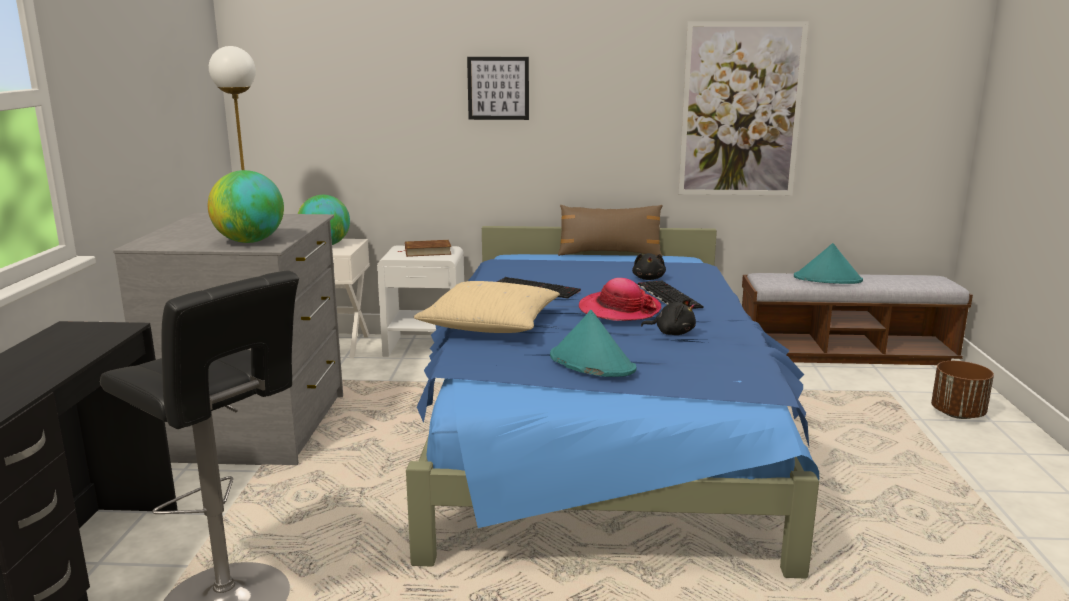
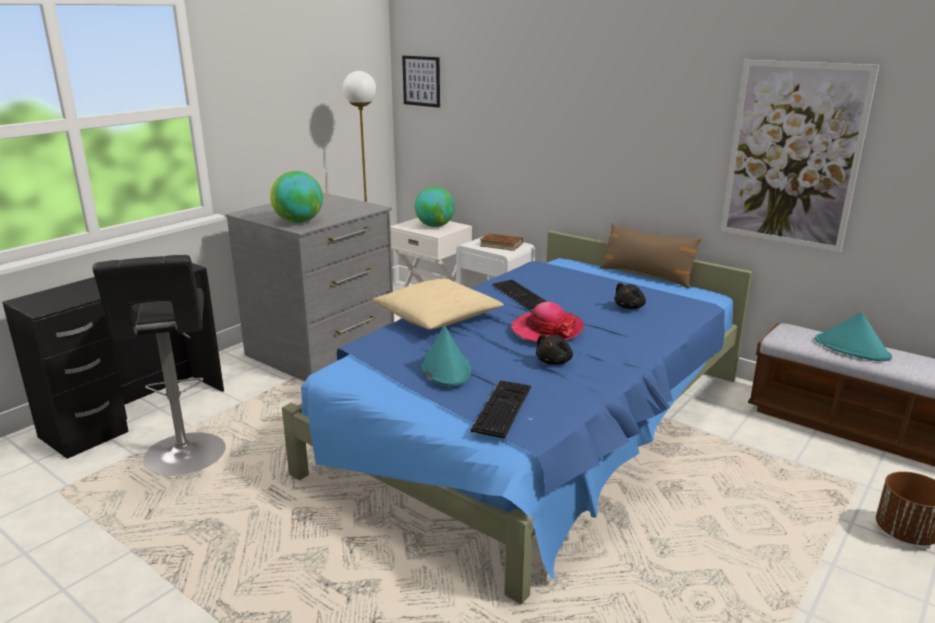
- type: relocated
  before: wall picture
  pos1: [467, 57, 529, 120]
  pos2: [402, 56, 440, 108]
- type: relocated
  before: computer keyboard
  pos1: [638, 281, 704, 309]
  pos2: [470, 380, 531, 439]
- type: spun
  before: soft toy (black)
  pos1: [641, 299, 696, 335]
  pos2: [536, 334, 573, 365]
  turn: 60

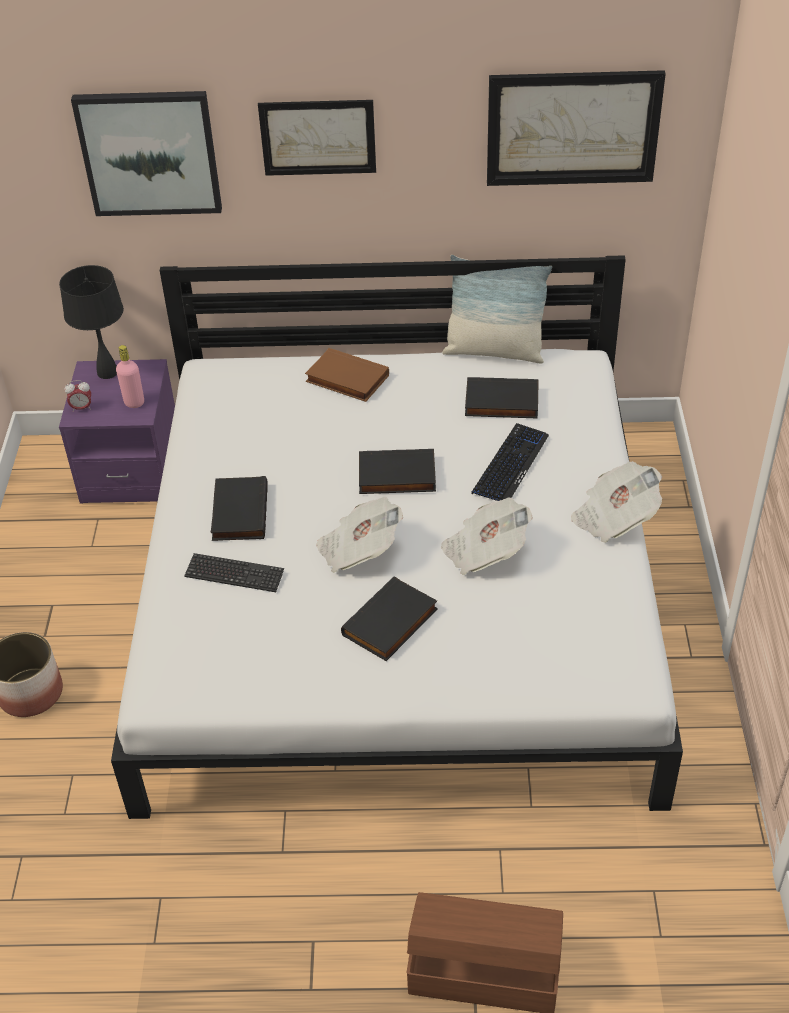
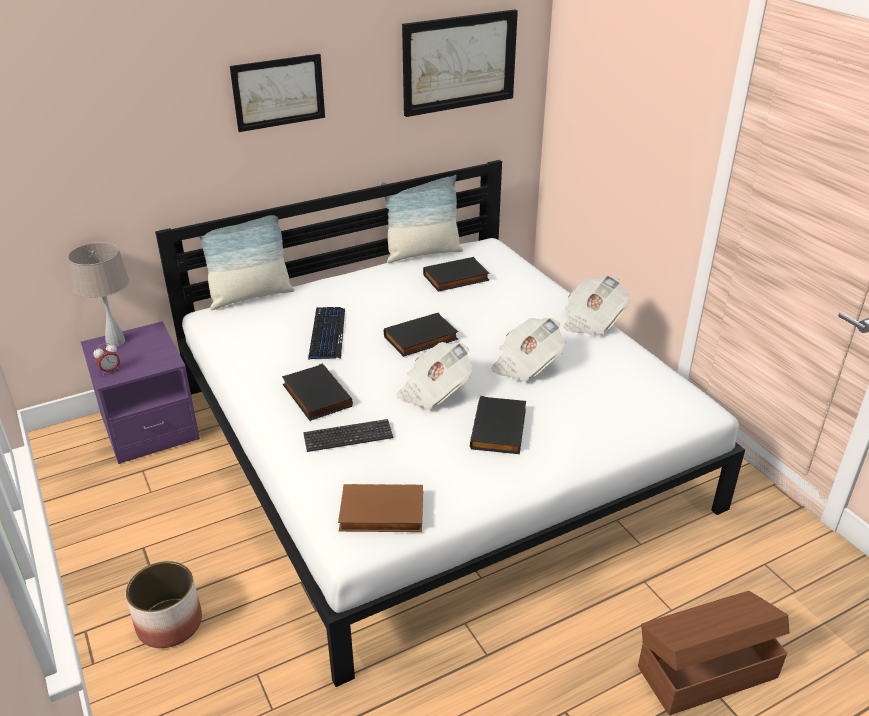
- type: colour
  before: tabletop lamp (black)
  after: tabletop lamp (beige)
  pos1: [59, 265, 124, 379]
  pos2: [68, 242, 129, 347]
- type: appeared
  after: throw pillow
  pos2: [194, 215, 295, 310]
- type: relocated
  before: computer keyboard
  pos1: [471, 423, 549, 501]
  pos2: [308, 307, 345, 360]
- type: relocated
  before: volume (brownish)
  pos1: [305, 348, 389, 402]
  pos2: [338, 484, 423, 532]
- type: missing
  before: wall picture
  pos1: [71, 91, 222, 216]
- type: missing
  before: drink bottle (pink)
  pos1: [116, 345, 144, 408]

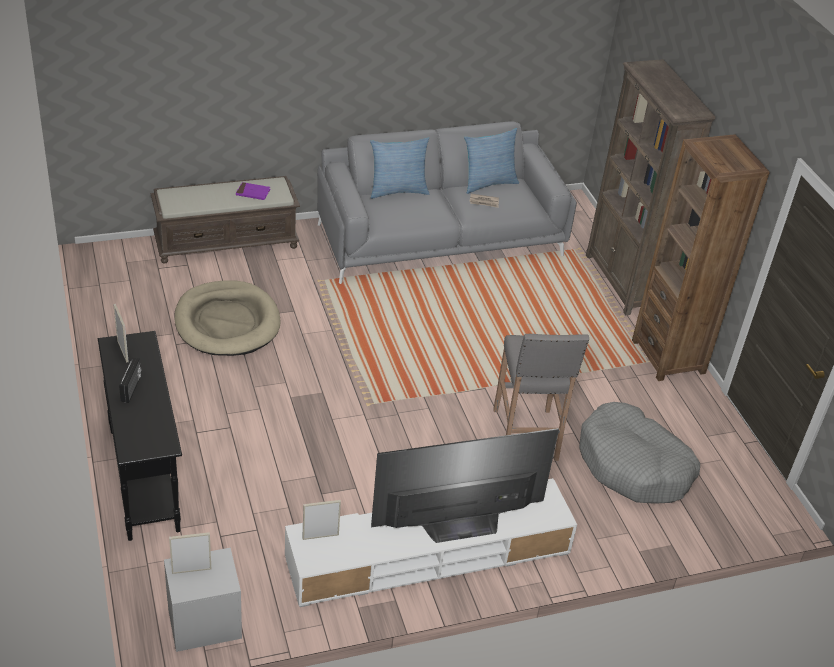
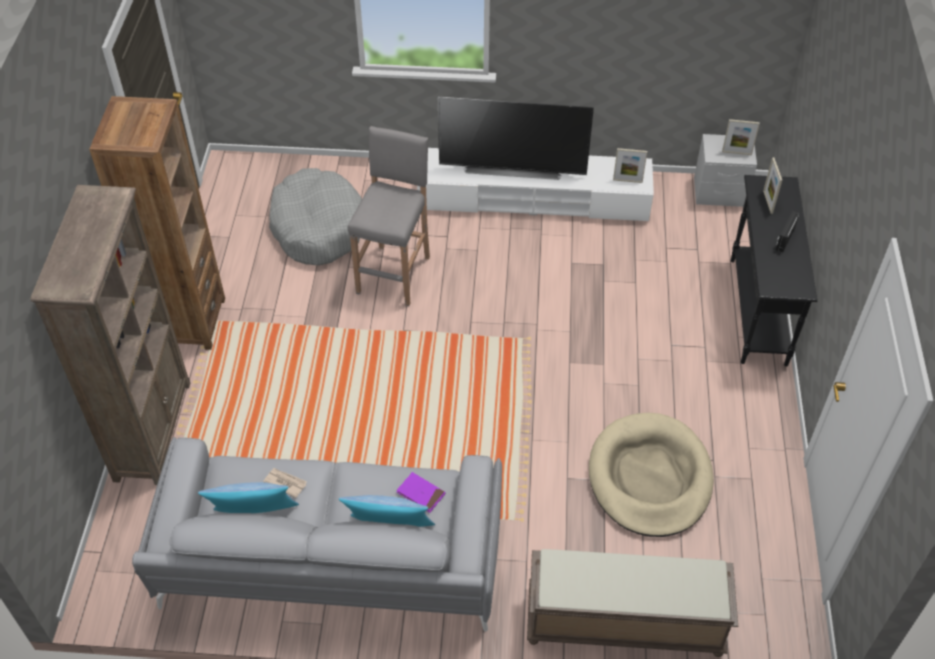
- type: relocated
  before: volume (purple-coloured)
  pos1: [236, 182, 270, 200]
  pos2: [397, 472, 446, 513]
- type: relocated
  before: standing frame
  pos1: [113, 304, 129, 363]
  pos2: [763, 157, 782, 214]

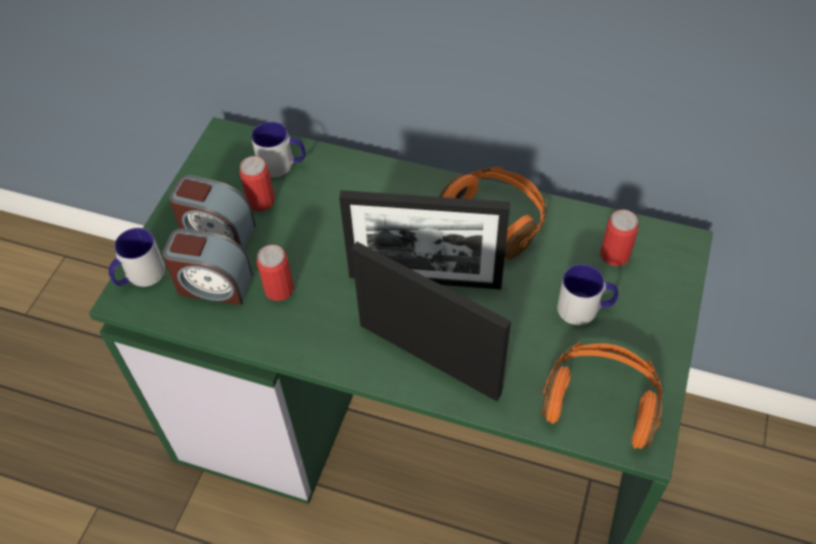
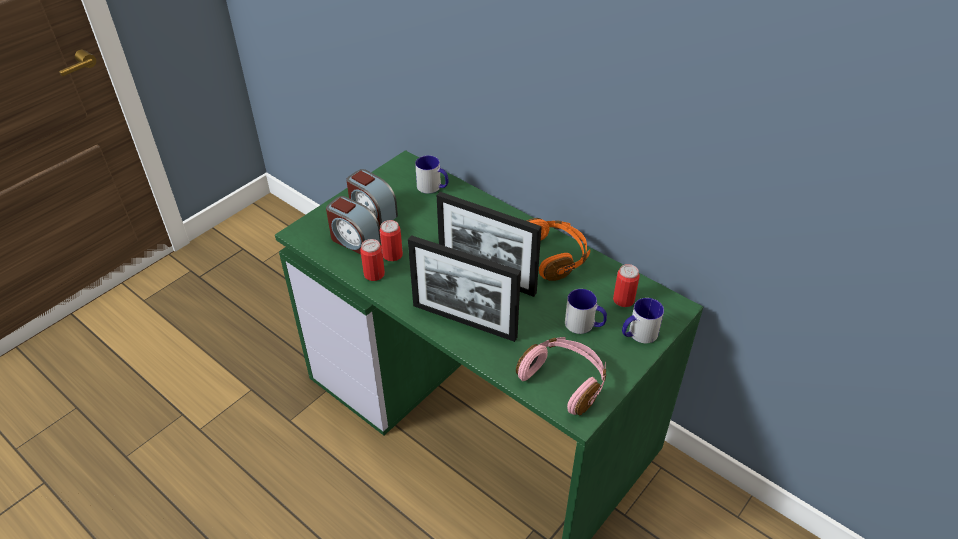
- type: relocated
  before: sealed can
  pos1: [239, 156, 275, 211]
  pos2: [360, 239, 385, 281]
- type: spun
  before: standing frame
  pos1: [351, 242, 511, 401]
  pos2: [408, 235, 521, 342]
  turn: 150
- type: colour
  before: headphones (orange)
  after: headphones (pink)
  pos1: [541, 341, 662, 449]
  pos2: [516, 337, 606, 415]
- type: relocated
  before: coffee mug
  pos1: [109, 228, 166, 287]
  pos2: [622, 298, 664, 343]

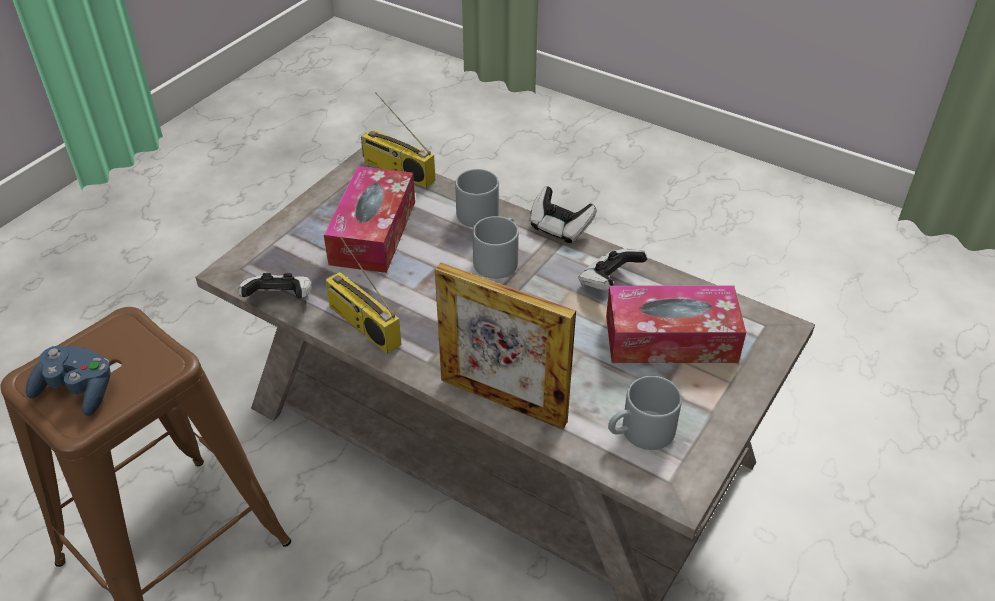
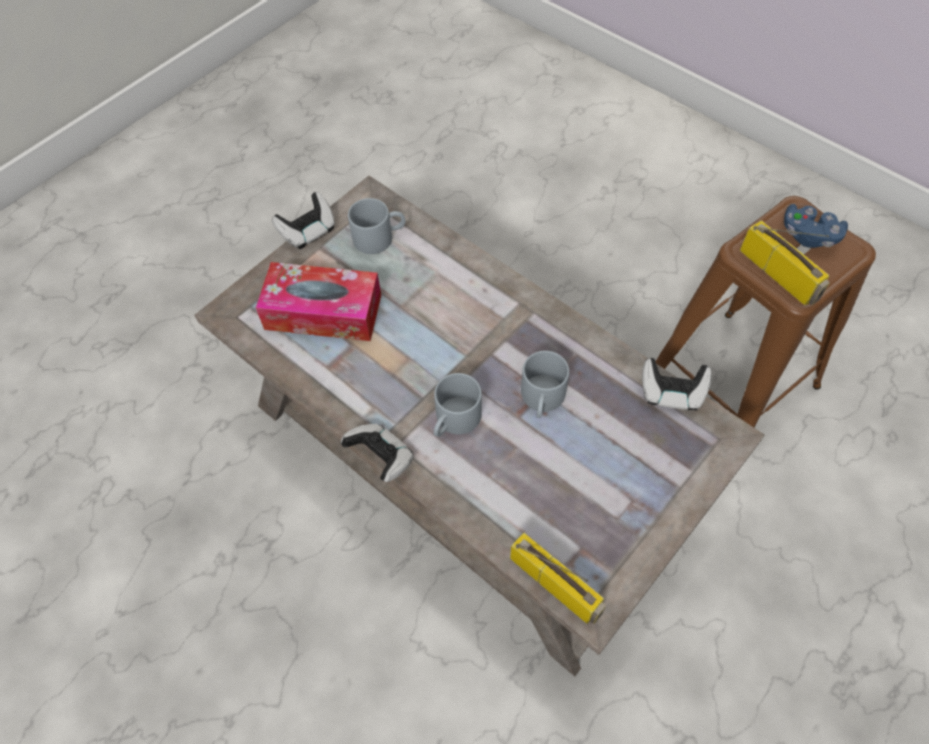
- type: relocated
  before: gamepad
  pos1: [579, 248, 647, 290]
  pos2: [272, 192, 335, 249]
- type: relocated
  before: coffee mug (greyish)
  pos1: [455, 169, 499, 227]
  pos2: [521, 351, 569, 418]
- type: relocated
  before: radio receiver
  pos1: [325, 236, 402, 354]
  pos2: [740, 220, 829, 306]
- type: missing
  before: tissue holder
  pos1: [324, 166, 415, 273]
- type: missing
  before: standing frame
  pos1: [435, 263, 576, 429]

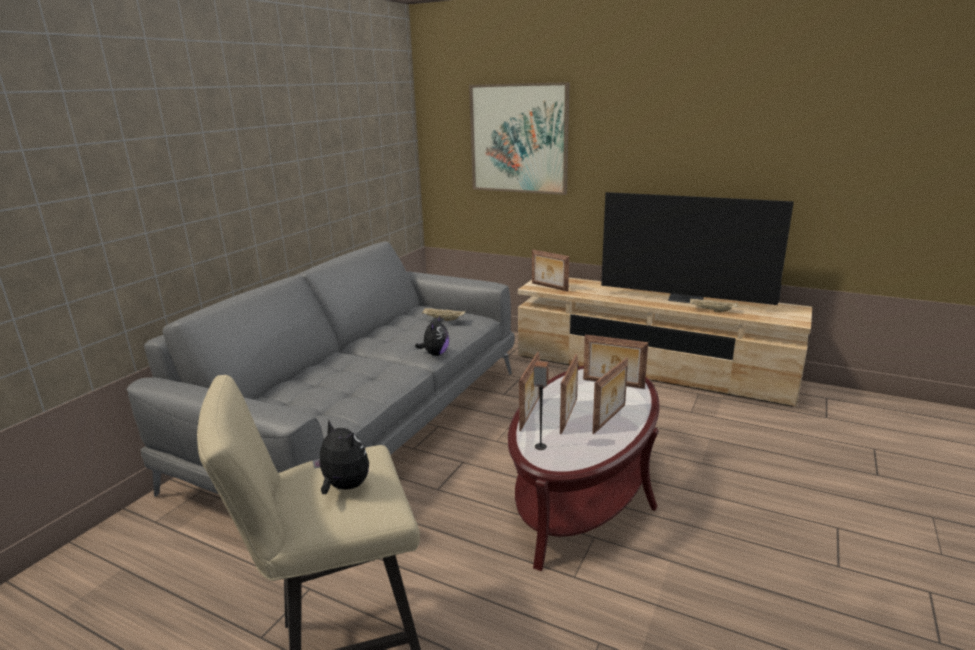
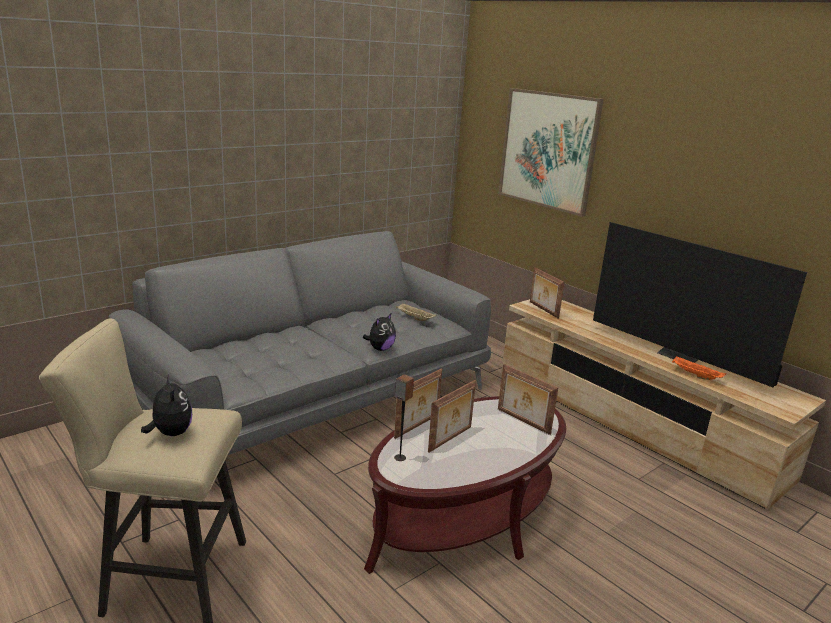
- type: colour
  before: serving tray (beige)
  after: serving tray (orange)
  pos1: [690, 299, 738, 312]
  pos2: [672, 356, 726, 380]
- type: missing
  before: standing frame
  pos1: [592, 357, 628, 434]

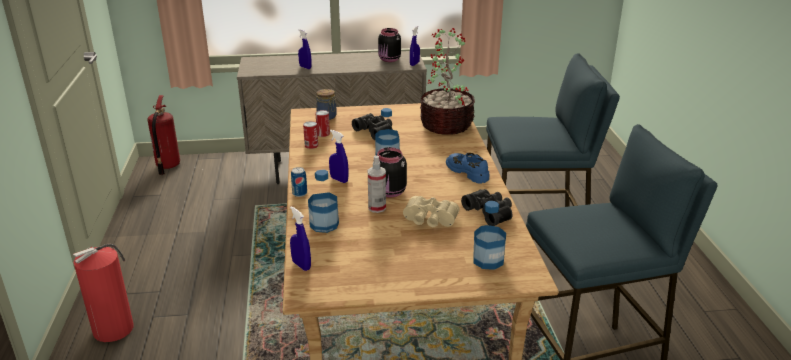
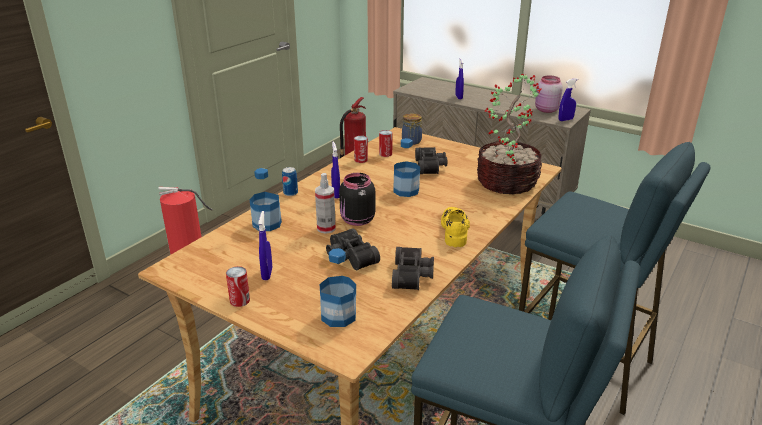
- type: appeared
  after: sealed can
  pos2: [226, 266, 250, 307]
- type: relocated
  before: hand sprayer (bluish)
  pos1: [290, 206, 311, 271]
  pos2: [258, 211, 272, 280]
- type: colour
  before: pair of binoculars (beige)
  after: pair of binoculars (black)
  pos1: [403, 196, 460, 227]
  pos2: [326, 228, 380, 270]
- type: colour
  before: item of footwear (bluish)
  after: item of footwear (yellow-coloured)
  pos1: [446, 153, 489, 183]
  pos2: [441, 207, 470, 247]
- type: colour
  before: storage jar (black)
  after: storage jar (pink)
  pos1: [378, 28, 401, 62]
  pos2: [535, 75, 563, 113]

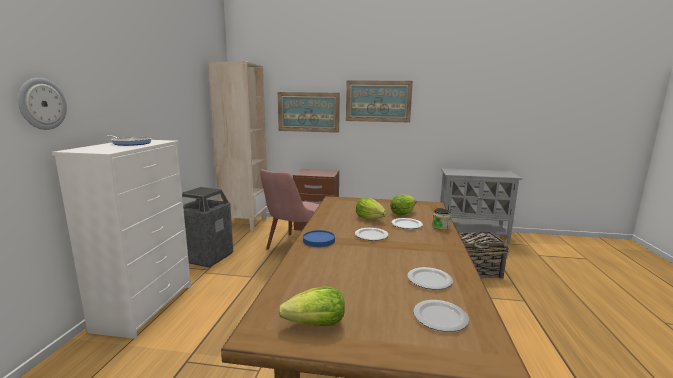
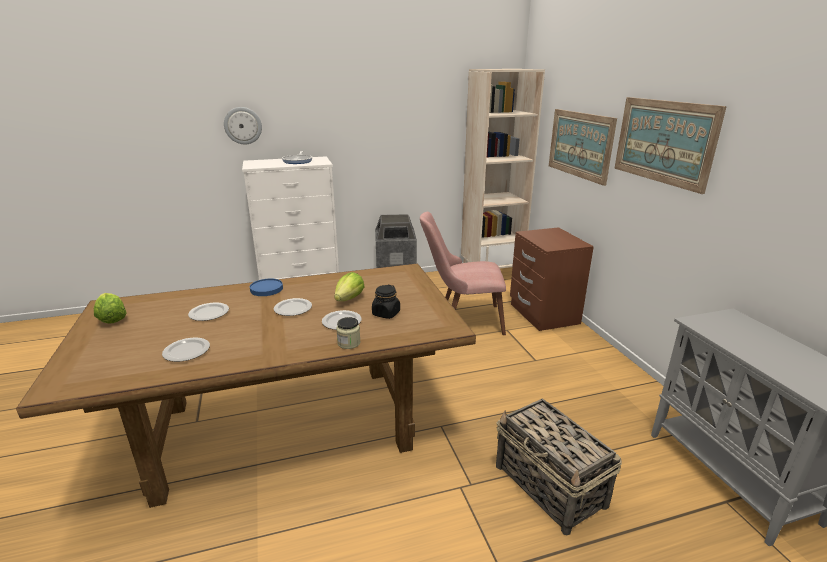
- type: relocated
  before: dinner plate
  pos1: [414, 300, 469, 332]
  pos2: [188, 302, 229, 321]
- type: exchanged
  before: lettuce
  after: storage jar (black)
  pos1: [390, 195, 417, 215]
  pos2: [372, 285, 400, 319]

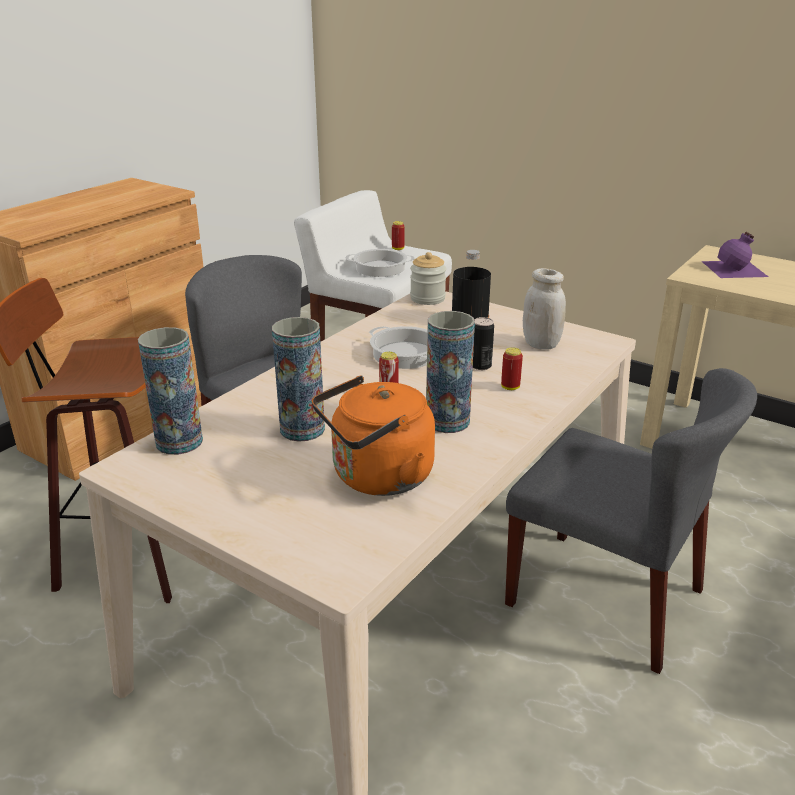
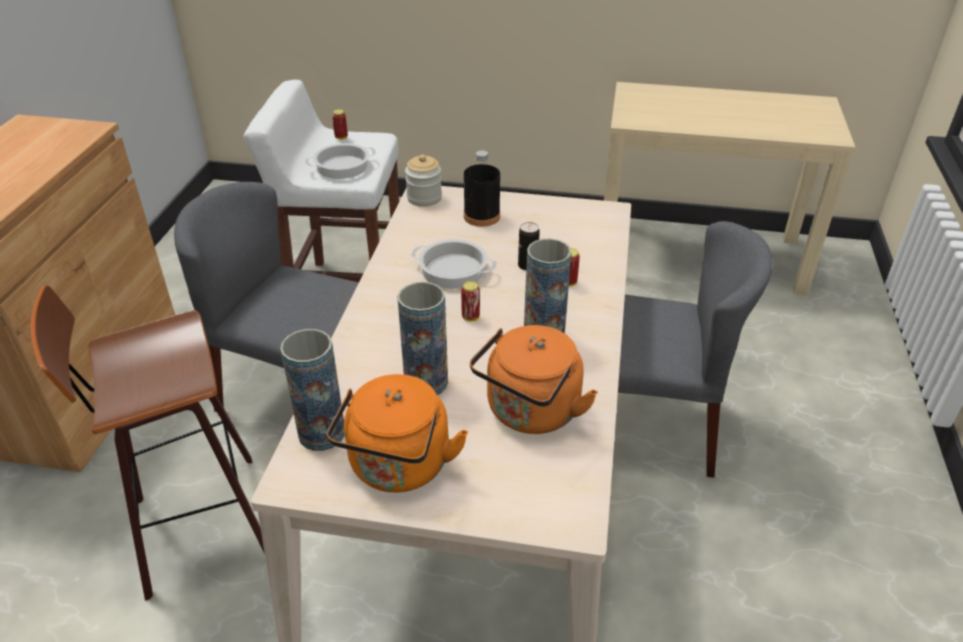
- type: appeared
  after: tea kettle (orange)
  pos2: [327, 374, 468, 492]
- type: missing
  before: storage jar (whitish)
  pos1: [523, 268, 566, 350]
- type: missing
  before: drink bottle (purple-coloured)
  pos1: [701, 232, 768, 278]

